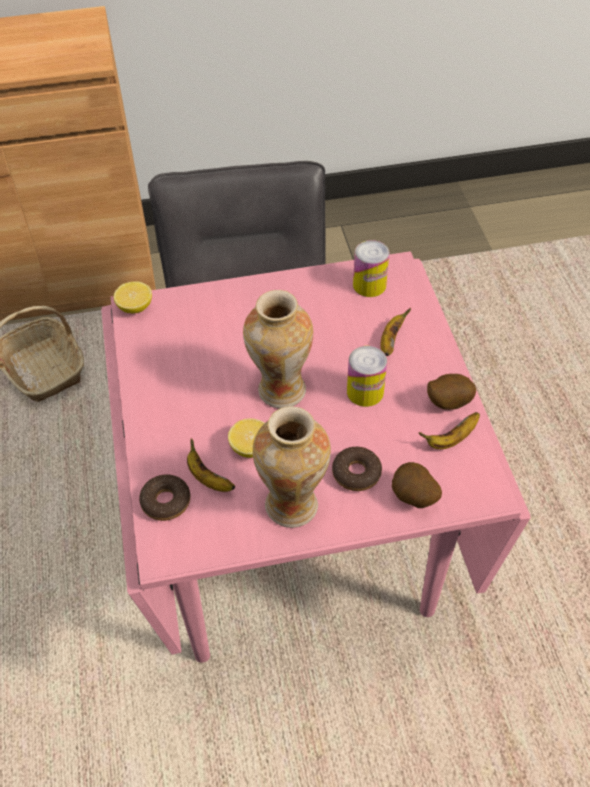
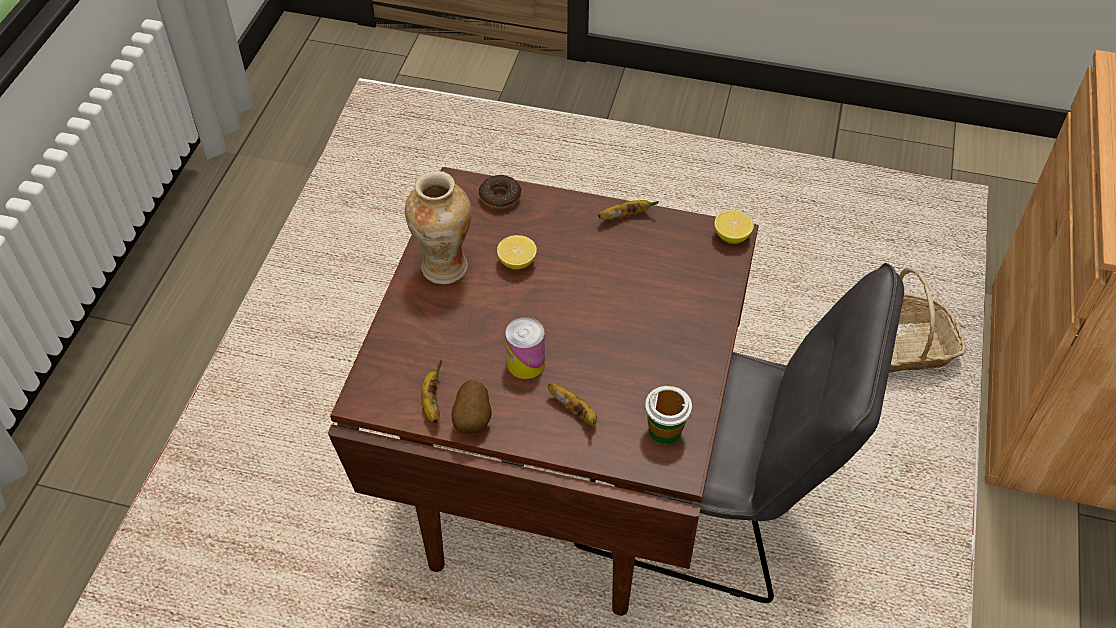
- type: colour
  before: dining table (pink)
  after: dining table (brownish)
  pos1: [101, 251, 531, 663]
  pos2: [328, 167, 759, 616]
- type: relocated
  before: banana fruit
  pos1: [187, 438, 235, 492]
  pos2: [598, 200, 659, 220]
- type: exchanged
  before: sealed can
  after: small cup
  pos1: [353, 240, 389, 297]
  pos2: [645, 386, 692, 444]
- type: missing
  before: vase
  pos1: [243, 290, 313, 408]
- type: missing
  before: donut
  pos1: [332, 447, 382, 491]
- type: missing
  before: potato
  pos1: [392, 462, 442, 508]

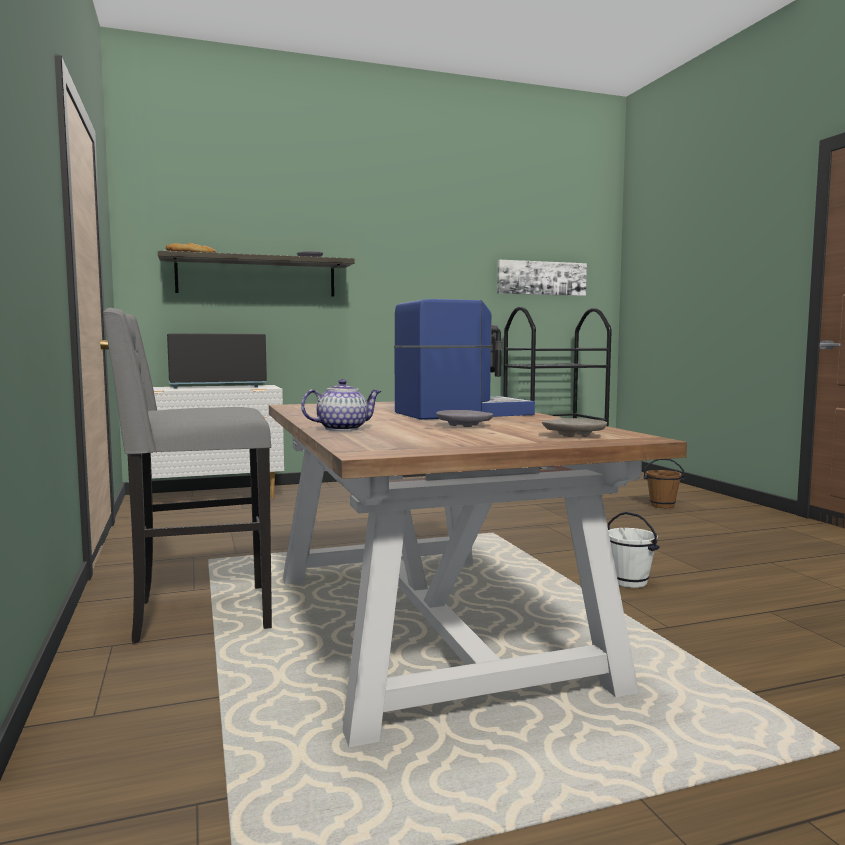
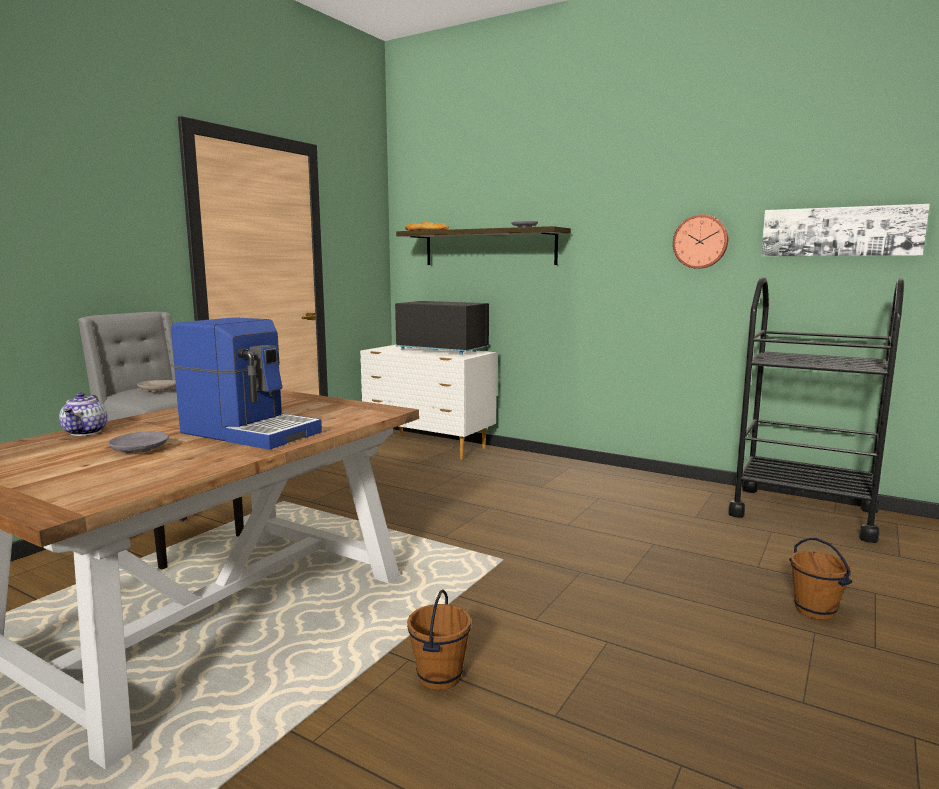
- type: spun
  before: teapot
  pos1: [301, 379, 381, 431]
  pos2: [59, 392, 108, 436]
  turn: 60
- type: relocated
  before: dinner plate (beige)
  pos1: [542, 418, 607, 437]
  pos2: [137, 380, 176, 393]
- type: colour
  before: bucket (whitish)
  after: bucket (brownish)
  pos1: [608, 512, 660, 588]
  pos2: [407, 589, 471, 690]
- type: appeared
  after: wall clock
  pos2: [673, 215, 728, 269]

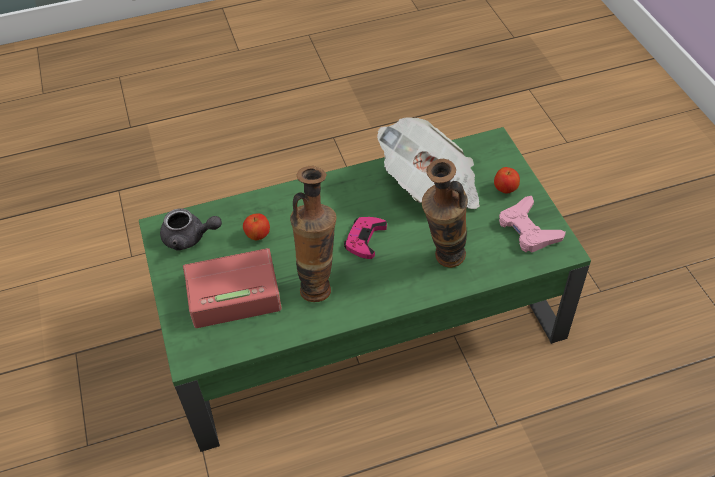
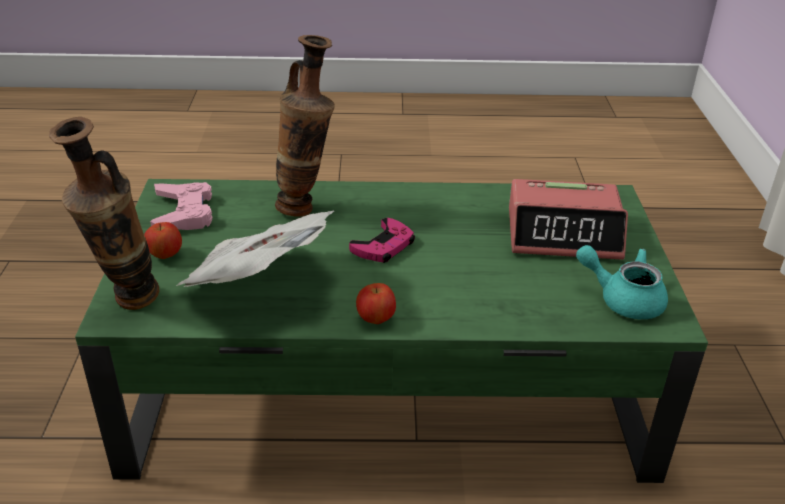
- type: relocated
  before: vase
  pos1: [290, 166, 336, 302]
  pos2: [49, 117, 159, 310]
- type: relocated
  before: apple fruit
  pos1: [243, 213, 270, 240]
  pos2: [356, 283, 396, 324]
- type: colour
  before: teapot (greyish)
  after: teapot (turquoise-coloured)
  pos1: [160, 209, 222, 251]
  pos2: [576, 245, 668, 319]

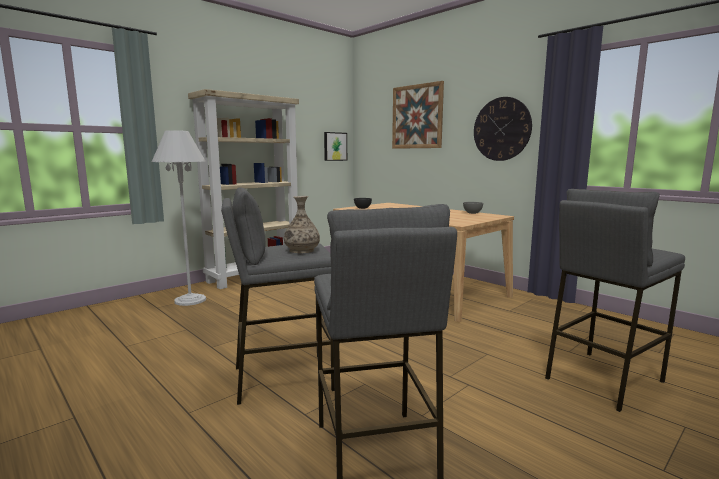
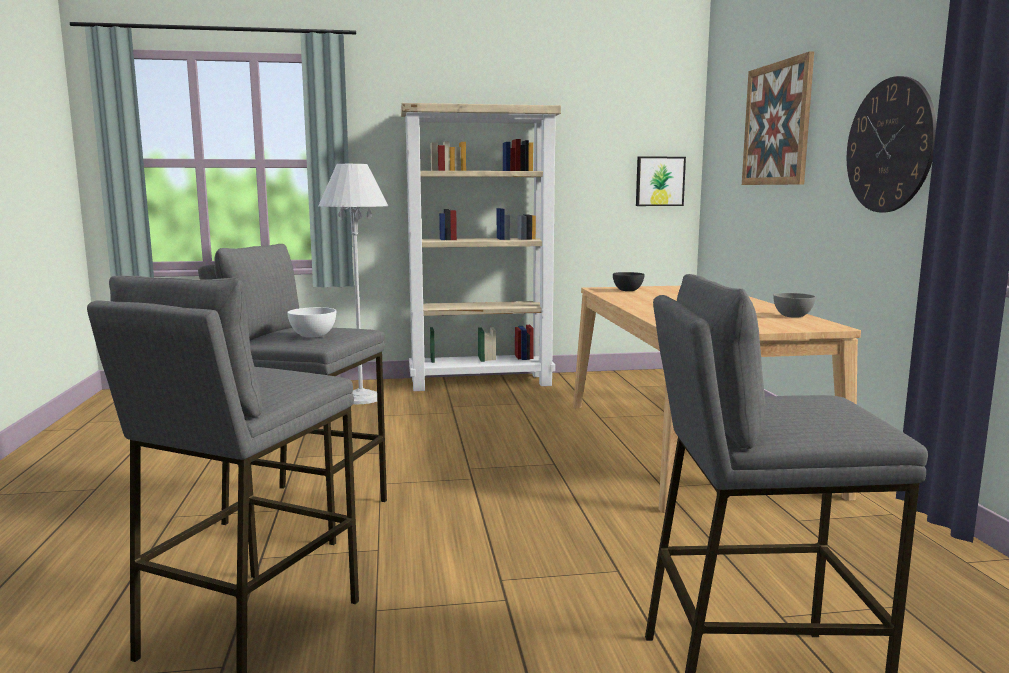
- type: exchanged
  before: vase
  after: serving bowl (whitish)
  pos1: [284, 196, 320, 253]
  pos2: [287, 307, 336, 338]

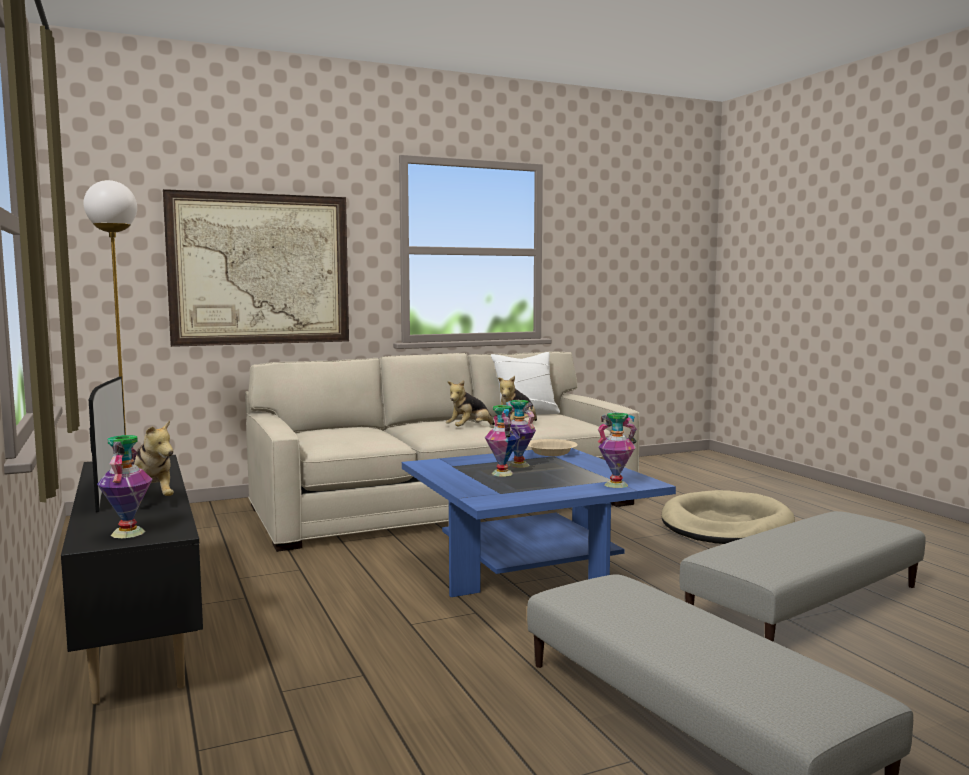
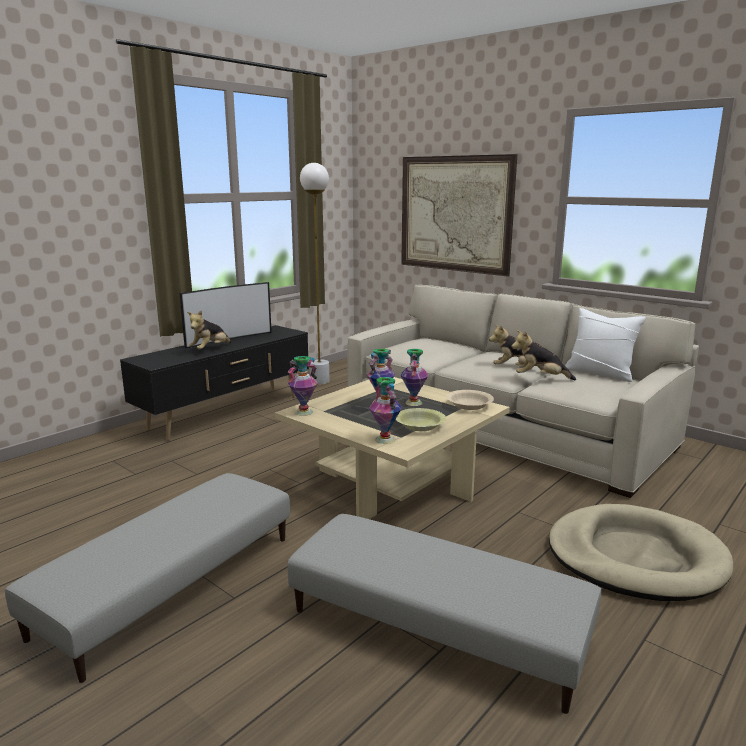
- type: colour
  before: lounge table (bluish)
  after: lounge table (beige)
  pos1: [402, 448, 676, 597]
  pos2: [275, 377, 510, 519]
- type: relocated
  before: vase
  pos1: [97, 435, 153, 538]
  pos2: [288, 356, 318, 416]
- type: appeared
  after: serving bowl (yellow-coloured)
  pos2: [395, 408, 446, 431]

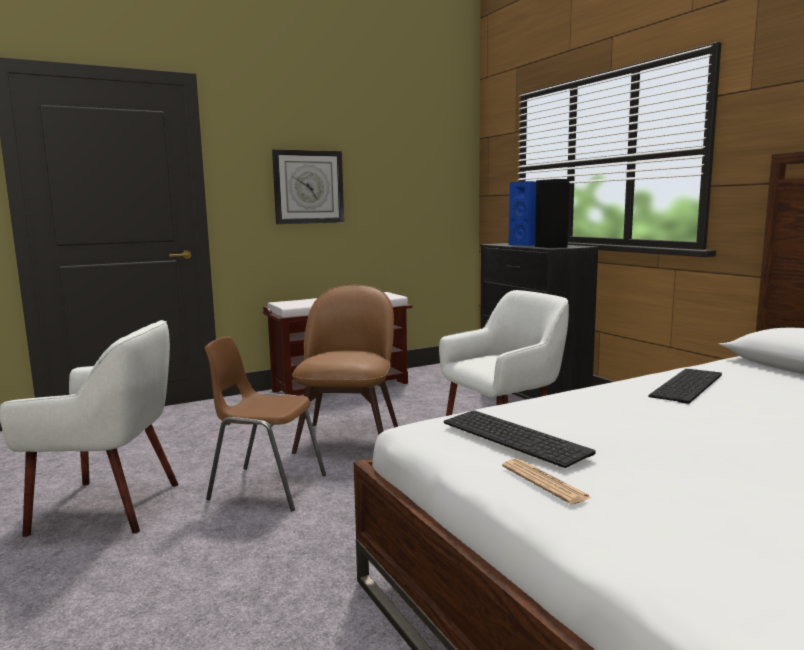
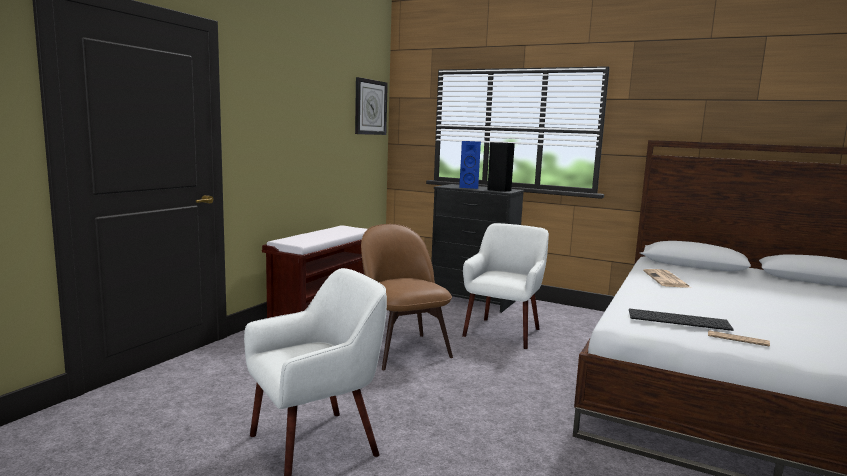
- type: relocated
  before: wall clock
  pos1: [272, 149, 344, 224]
  pos2: [355, 77, 388, 135]
- type: exchanged
  before: computer keyboard
  after: newspaper
  pos1: [649, 369, 722, 404]
  pos2: [643, 269, 691, 288]
- type: missing
  before: plain chair (brownish)
  pos1: [205, 337, 326, 511]

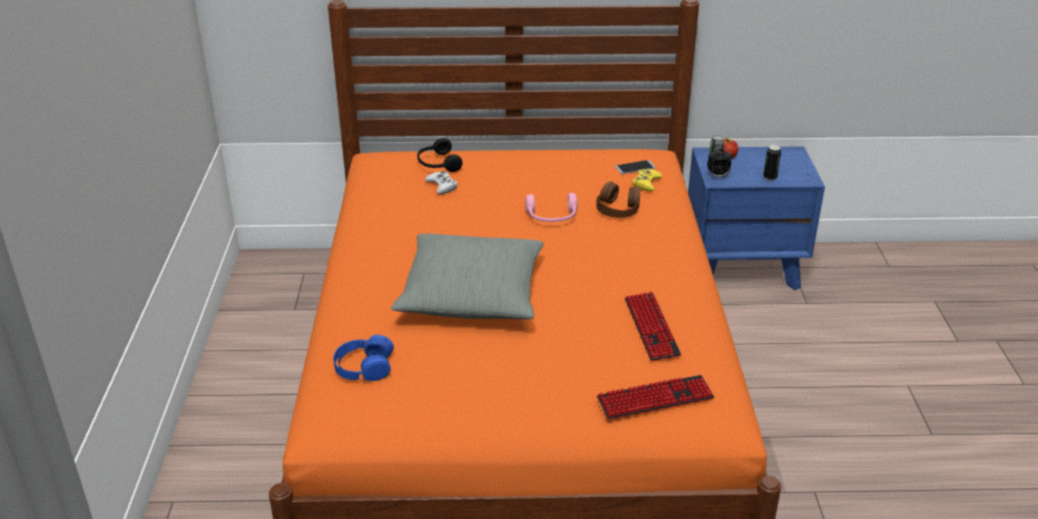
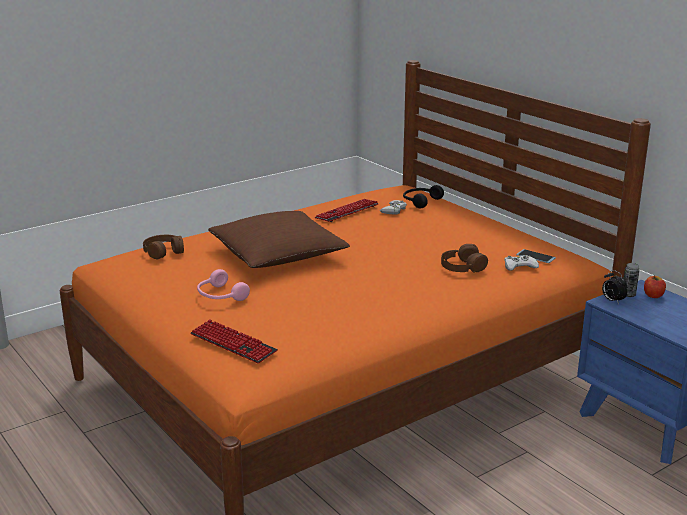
- type: colour
  before: headphones (bluish)
  after: headphones (brownish)
  pos1: [333, 335, 394, 382]
  pos2: [143, 235, 184, 259]
- type: relocated
  before: headphones (pink)
  pos1: [525, 193, 577, 222]
  pos2: [197, 269, 250, 301]
- type: colour
  before: throw pillow (greyish)
  after: throw pillow (brownish)
  pos1: [391, 234, 544, 319]
  pos2: [208, 211, 350, 268]
- type: relocated
  before: computer keyboard
  pos1: [625, 291, 681, 361]
  pos2: [315, 199, 379, 222]
- type: colour
  before: gamepad (yellow-coloured)
  after: gamepad (whitish)
  pos1: [632, 169, 663, 192]
  pos2: [504, 255, 539, 270]
- type: missing
  before: sealed can
  pos1: [763, 145, 781, 181]

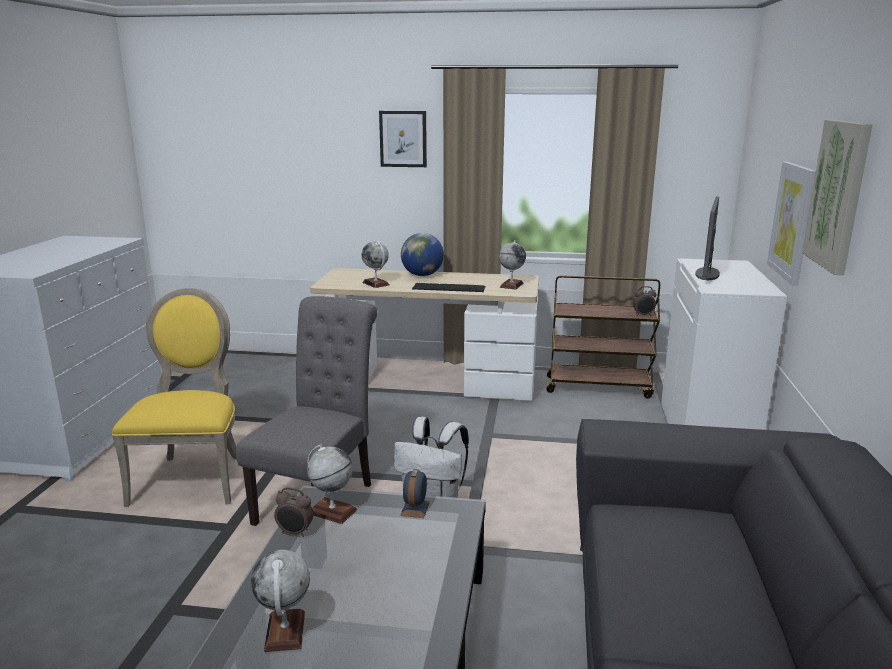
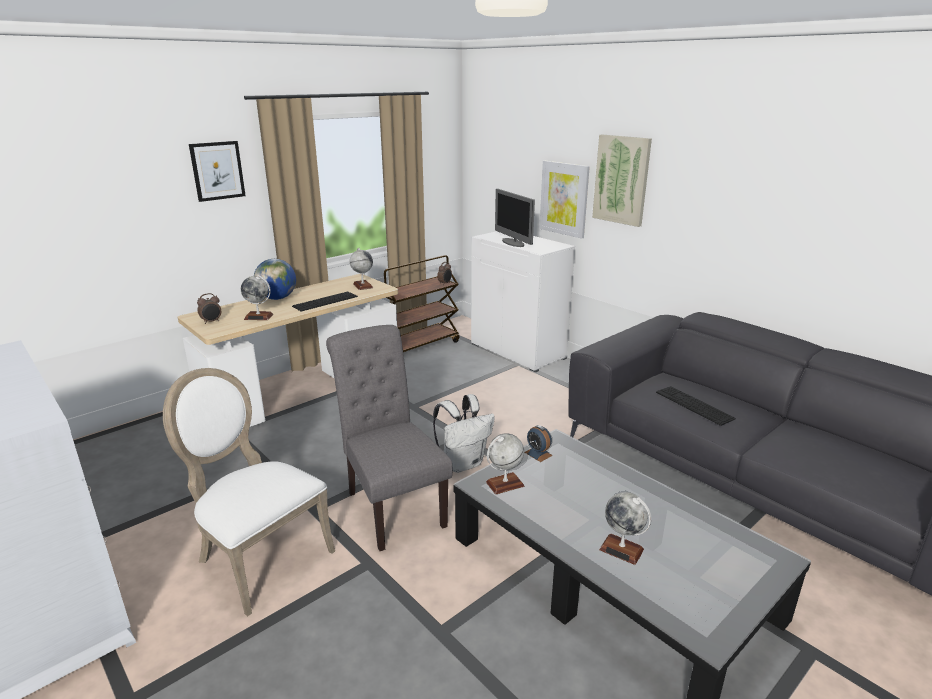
- type: colour
  before: plain chair (yellow-coloured)
  after: plain chair (whitish)
  pos1: [112, 288, 237, 507]
  pos2: [163, 368, 335, 616]
- type: relocated
  before: alarm clock
  pos1: [274, 487, 313, 537]
  pos2: [197, 293, 221, 324]
- type: appeared
  after: computer keyboard
  pos2: [656, 386, 736, 426]

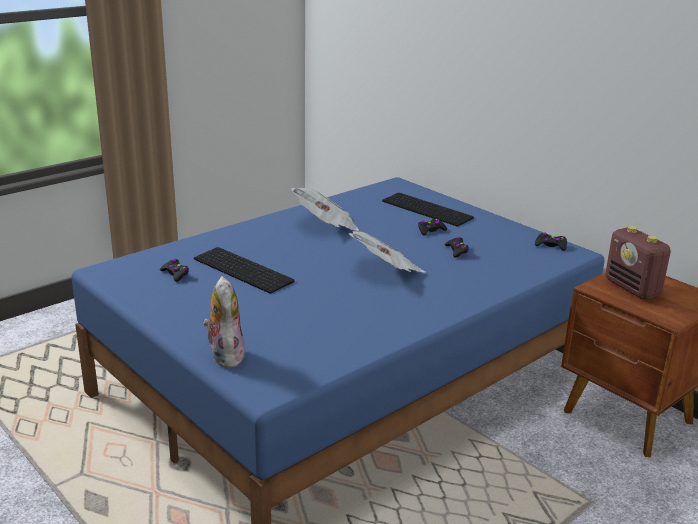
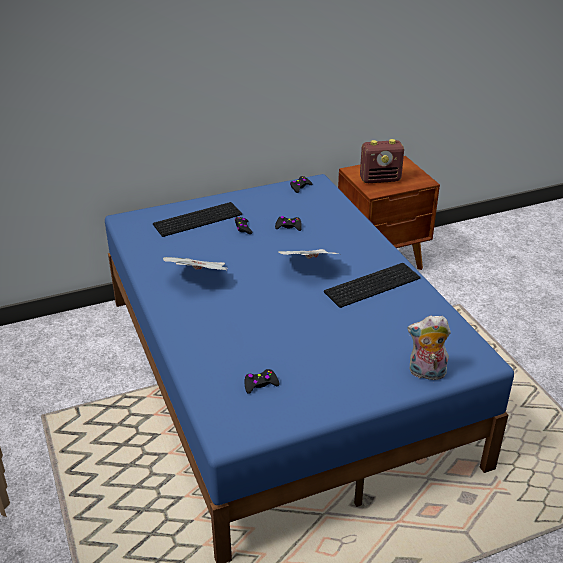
- type: relocated
  before: computer keyboard
  pos1: [194, 247, 295, 294]
  pos2: [324, 263, 420, 308]

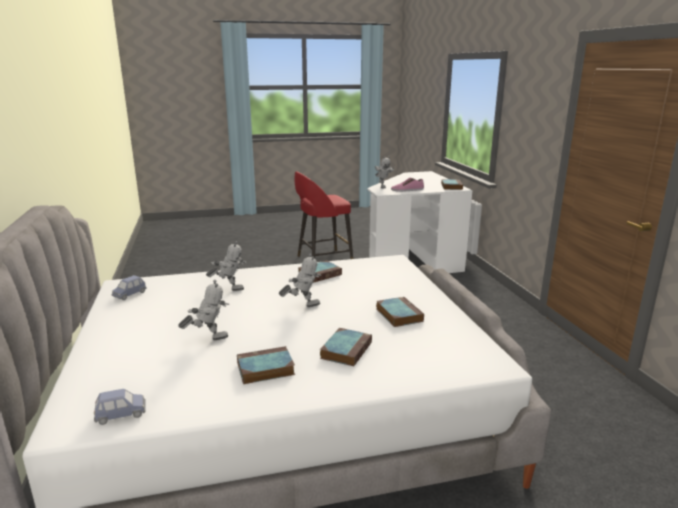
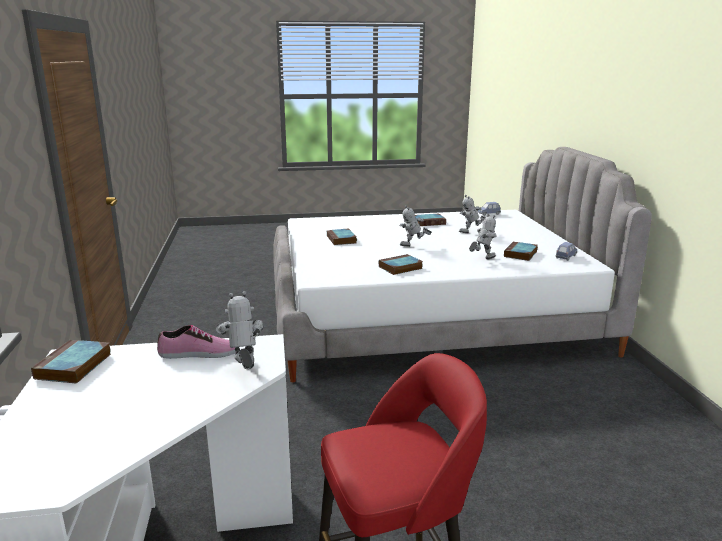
- type: spun
  before: toy robot
  pos1: [206, 241, 247, 291]
  pos2: [469, 214, 497, 259]
  turn: 135
- type: relocated
  before: volume
  pos1: [320, 328, 372, 366]
  pos2: [504, 241, 538, 261]

